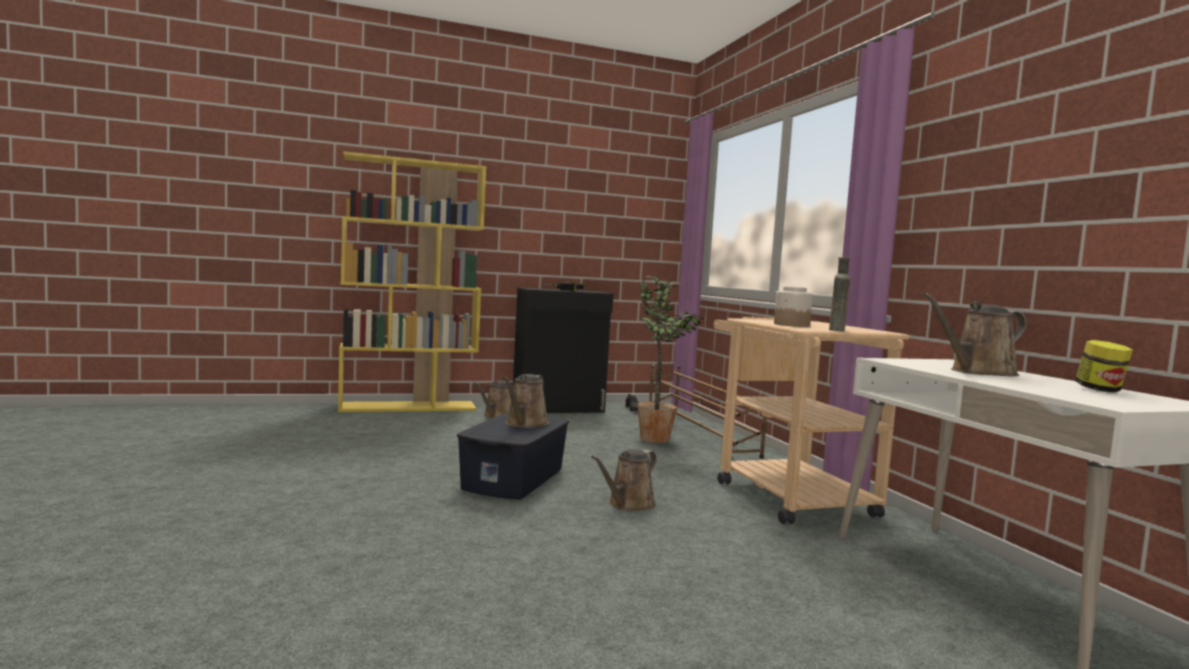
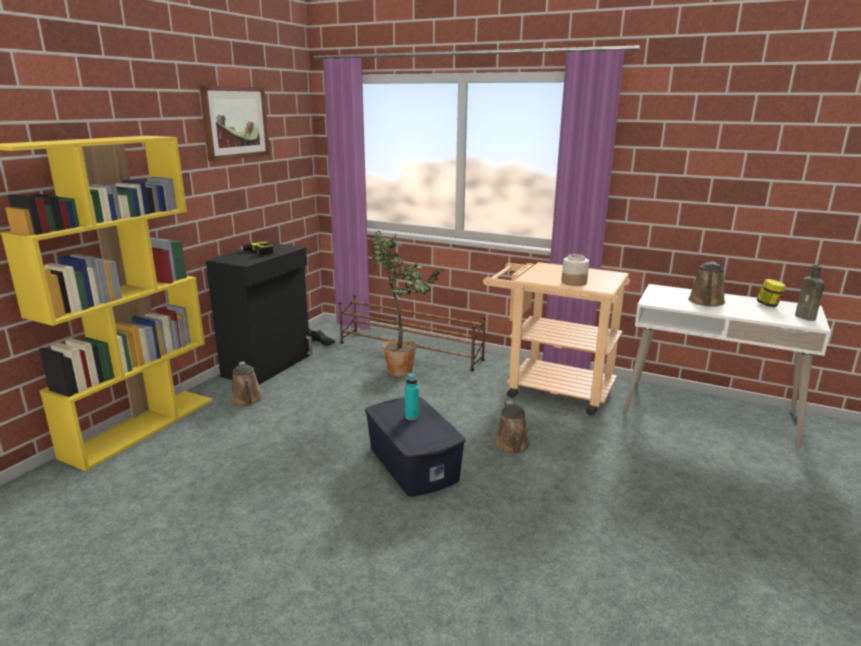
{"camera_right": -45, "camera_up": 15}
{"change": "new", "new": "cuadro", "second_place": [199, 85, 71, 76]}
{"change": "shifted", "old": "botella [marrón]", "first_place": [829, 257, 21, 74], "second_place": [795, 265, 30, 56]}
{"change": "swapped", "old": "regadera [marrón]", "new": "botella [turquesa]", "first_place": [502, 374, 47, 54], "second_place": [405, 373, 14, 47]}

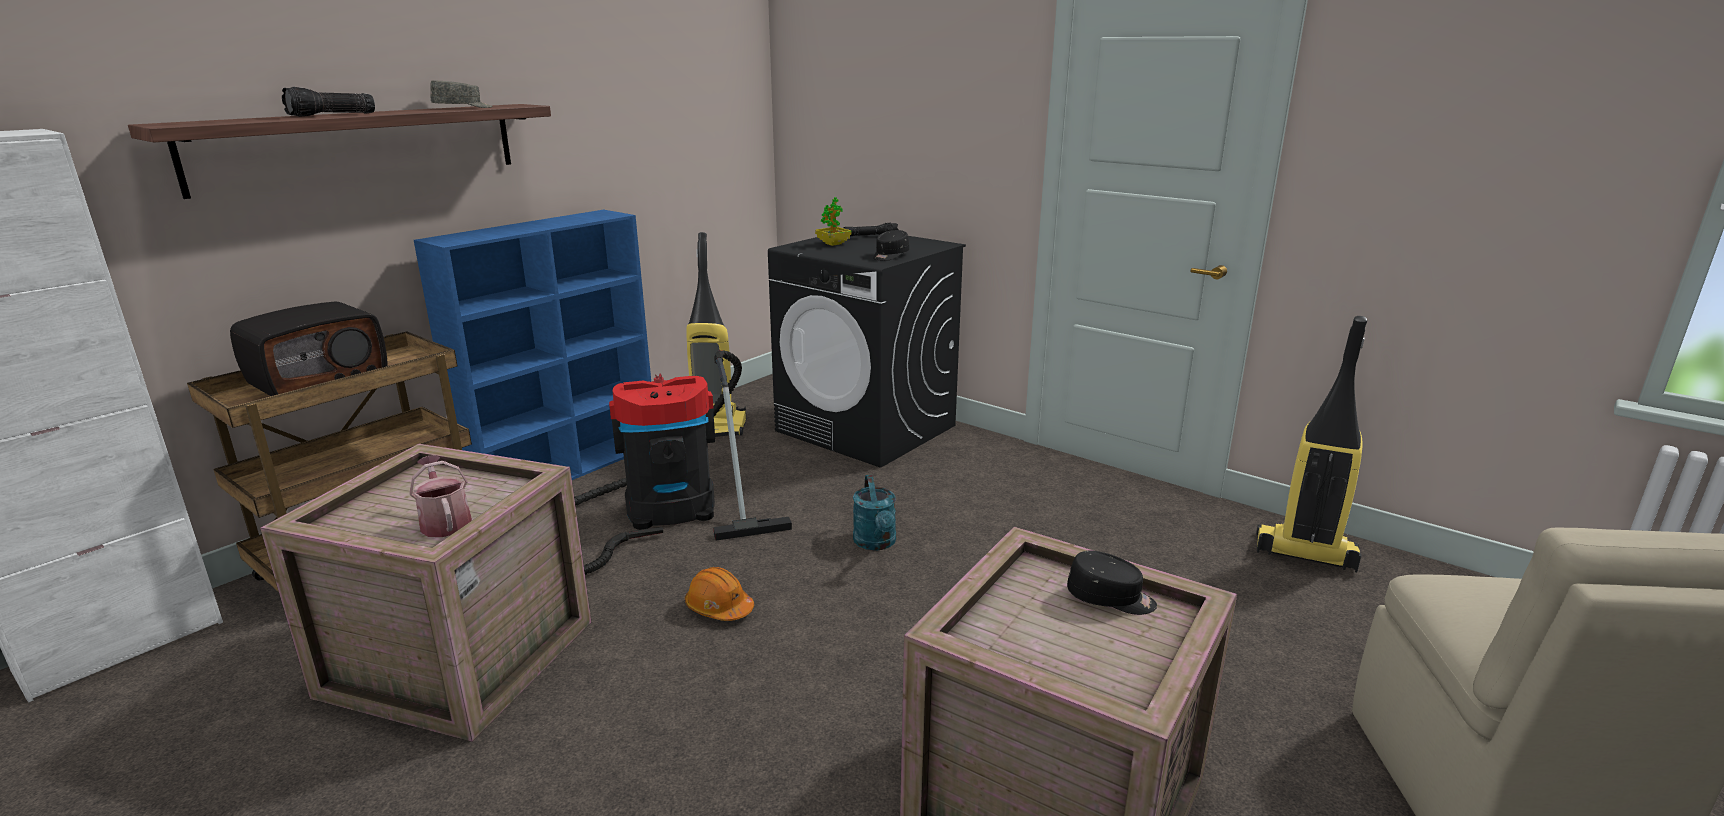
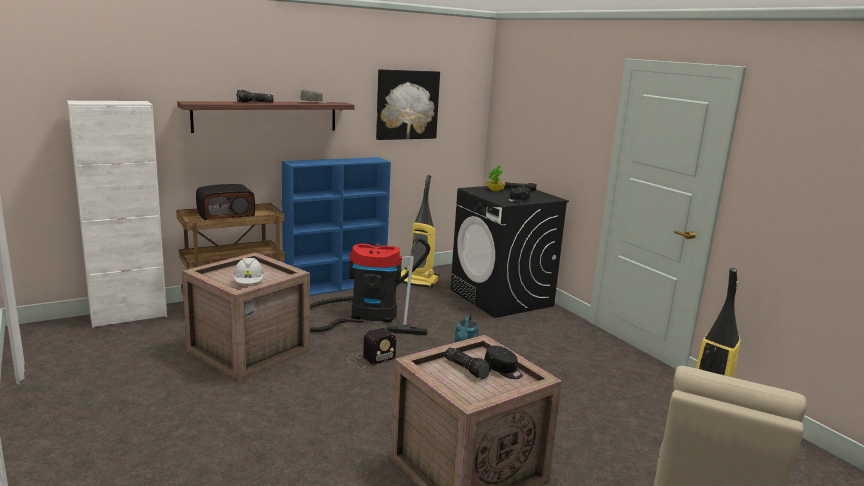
{"camera_right": 20, "camera_up": -5}
{"change": "new", "new": "cuadro", "second_place": [376, 69, 64, 71]}
{"change": "new", "new": "linterna", "second_place": [445, 347, 46, 32]}
{"change": "swapped", "old": "regadera", "new": "casco [blanco]", "first_place": [409, 455, 63, 82], "second_place": [233, 258, 32, 26]}
{"change": "swapped", "old": "casco [naranja]", "new": "radio", "first_place": [685, 567, 69, 54], "second_place": [347, 328, 49, 40]}

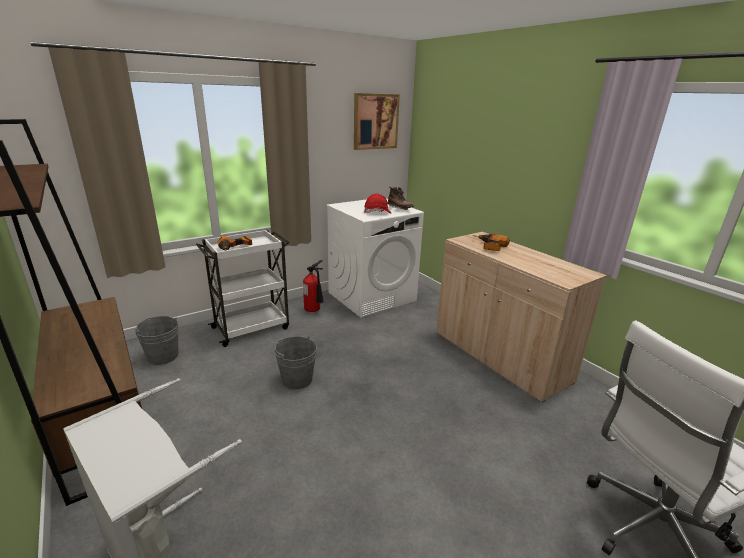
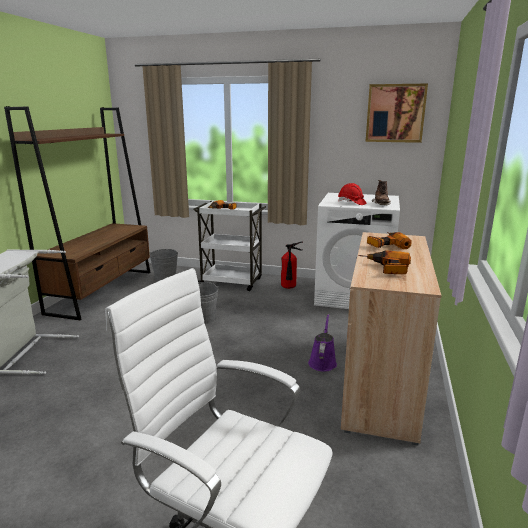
{"camera_right": 50, "camera_up": -5}
{"change": "new", "new": "regadera [morado]", "second_place": [308, 314, 29, 58]}
{"change": "new", "new": "taladro", "second_place": [358, 250, 53, 24]}

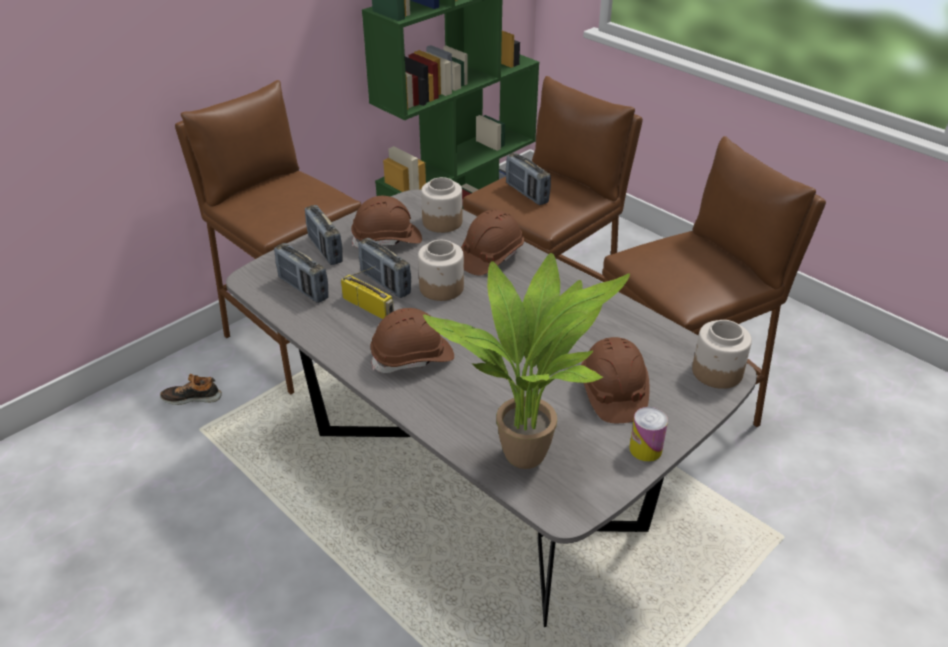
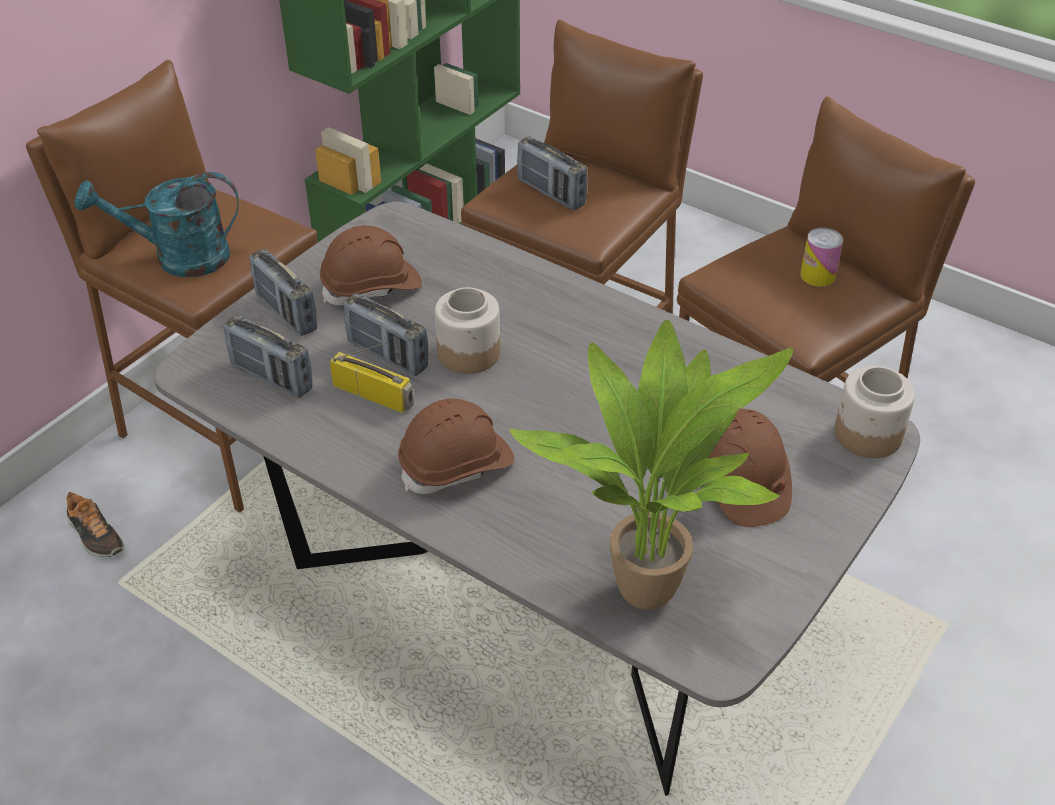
{"camera_right": -10, "camera_up": 5}
{"change": "gone", "old": "tarro", "first_place": [421, 177, 42, 56]}
{"change": "gone", "old": "casco [marrón]", "first_place": [461, 210, 63, 65]}
{"change": "new", "new": "regadera [turquesa]", "second_place": [74, 172, 165, 105]}
{"change": "shifted", "old": "lata", "first_place": [629, 407, 39, 55], "second_place": [800, 228, 43, 59]}
{"change": "rotated", "old": "zapato", "first_place": [160, 374, 62, 31], "second_place": [66, 492, 58, 65], "degrees": -120}

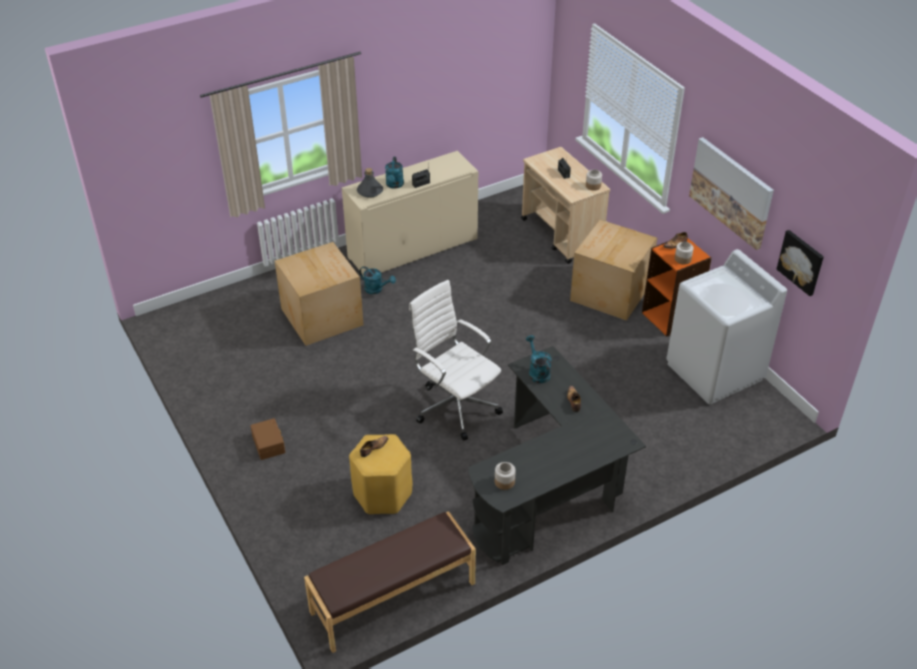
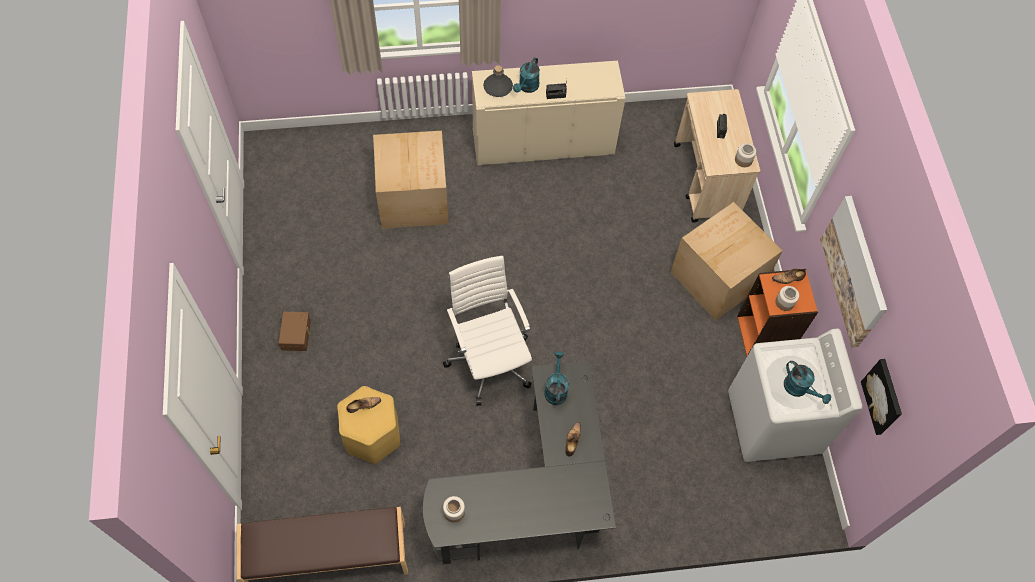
{"camera_right": 20, "camera_up": 20}
{"change": "shifted", "old": "regadera [turquesa]", "first_place": [360, 266, 36, 28], "second_place": [784, 361, 47, 43]}

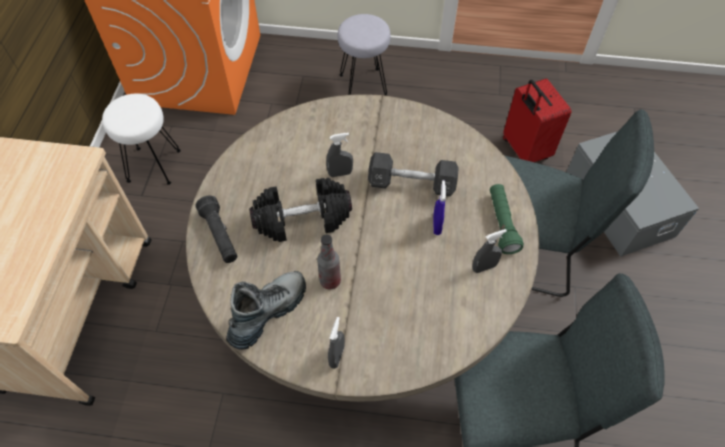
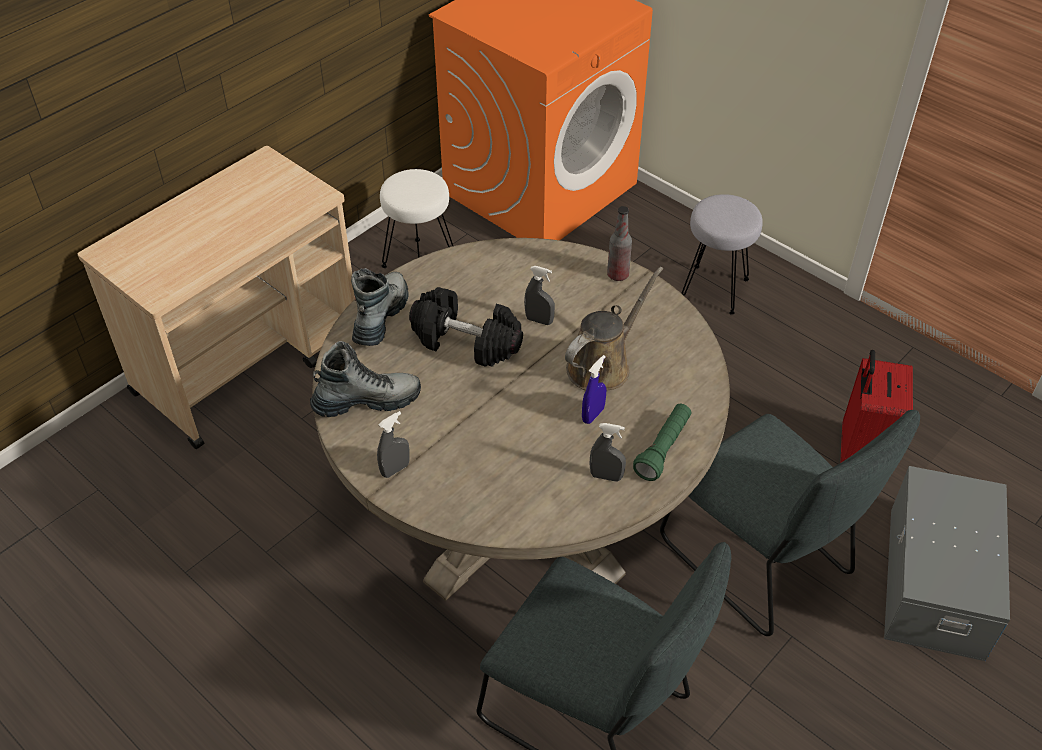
{"camera_right": 35, "camera_up": -10}
{"change": "shifted", "old": "botella", "first_place": [317, 234, 24, 55], "second_place": [607, 206, 25, 75]}
{"change": "swapped", "old": "linterna [negro]", "new": "bota", "first_place": [195, 196, 42, 67], "second_place": [351, 268, 58, 78]}
{"change": "swapped", "old": "mancuerna [negro]", "new": "regadera [marrón]", "first_place": [368, 152, 91, 44], "second_place": [565, 267, 98, 124]}

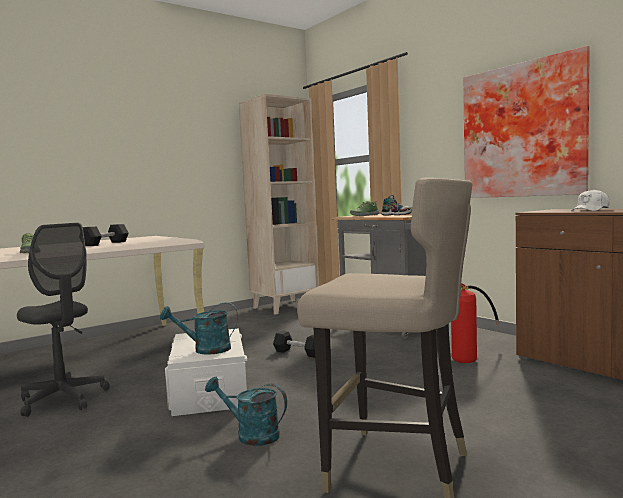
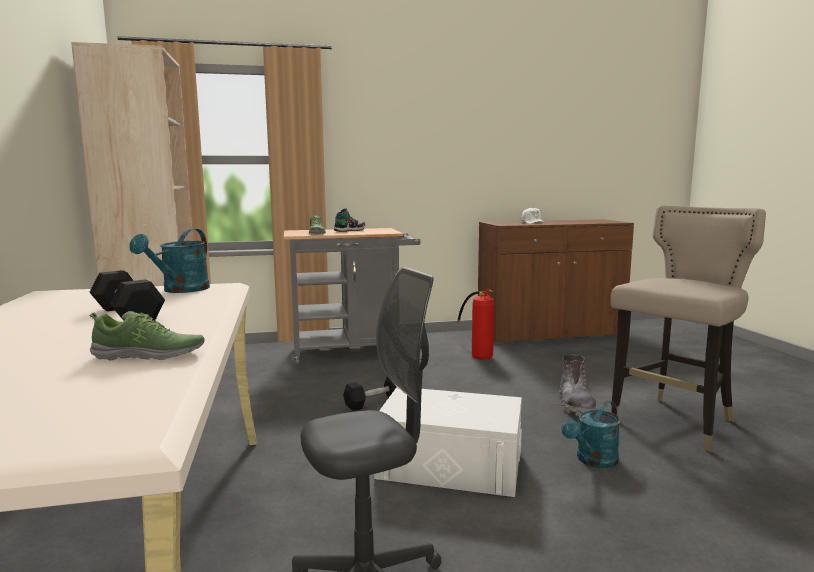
{"camera_right": -65, "camera_up": 5}
{"change": "gone", "old": "cuadro", "first_place": [463, 46, 127, 152]}
{"change": "new", "new": "bota [gris]", "second_place": [560, 355, 36, 61]}
{"change": "shifted", "old": "regadera [turquesa]", "first_place": [160, 302, 78, 53], "second_place": [129, 229, 81, 64]}

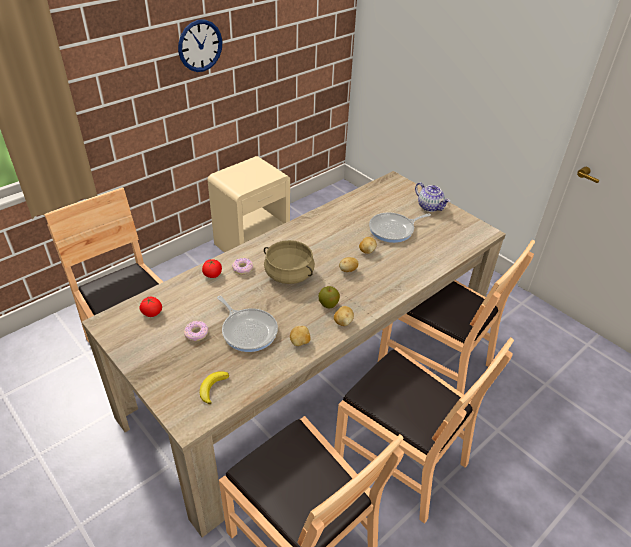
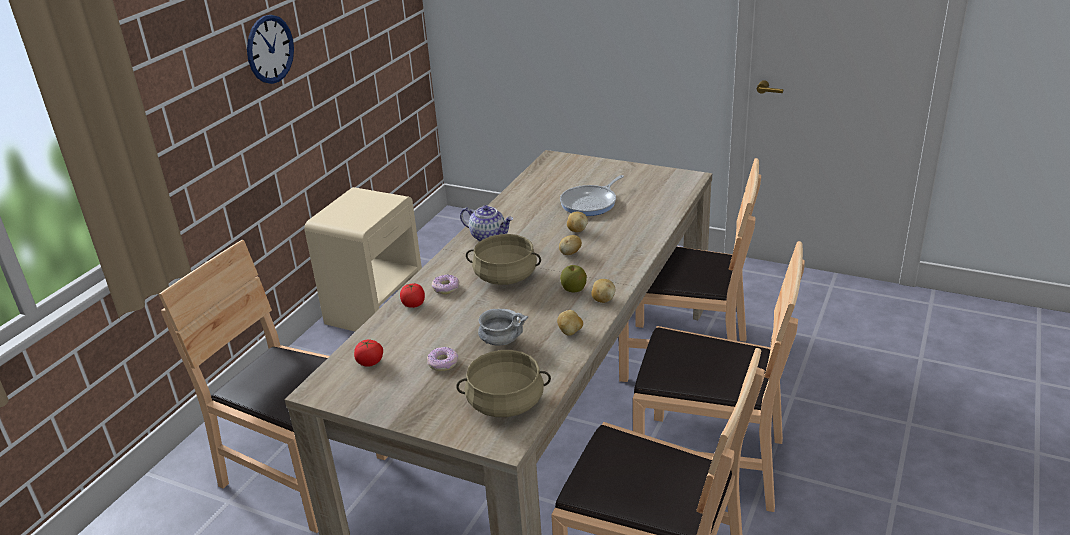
{"camera_right": -20, "camera_up": -10}
{"change": "shifted", "old": "tetera", "first_place": [415, 182, 35, 30], "second_place": [460, 205, 53, 36]}
{"change": "swapped", "old": "plátano", "new": "olla [beis]", "first_place": [200, 371, 29, 33], "second_place": [456, 350, 95, 67]}
{"change": "swapped", "old": "sartén", "new": "cuenco [gris]", "first_place": [217, 296, 61, 56], "second_place": [478, 309, 50, 37]}

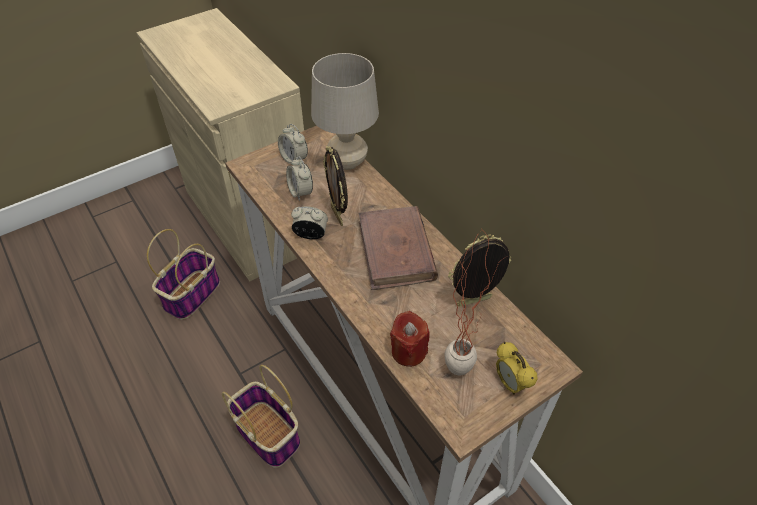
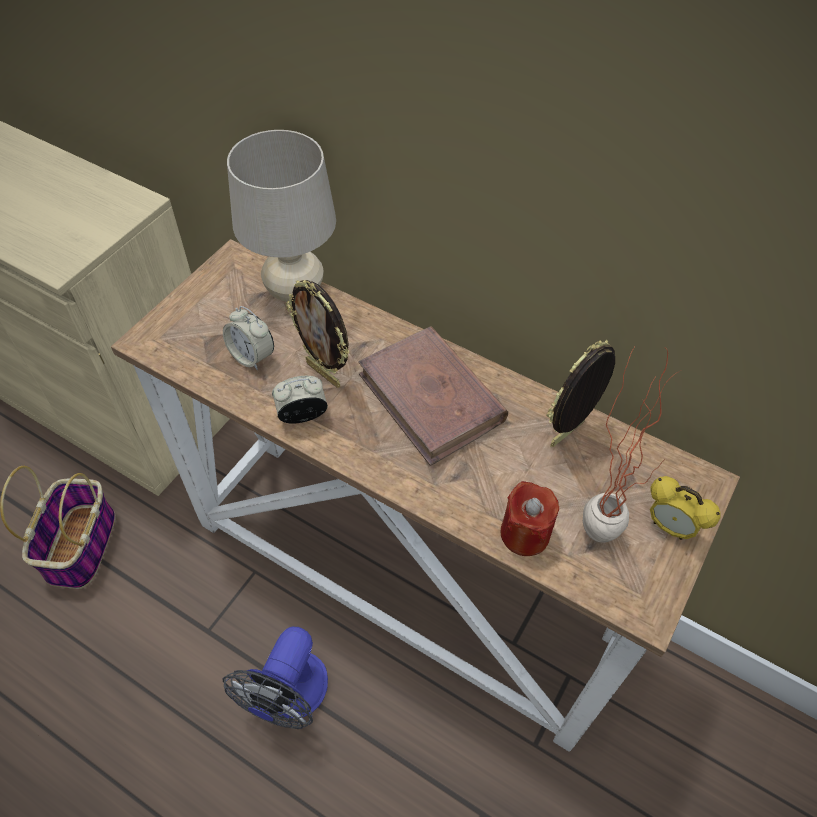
{"camera_right": -25, "camera_up": 5}
{"change": "gone", "old": "despertador", "first_place": [278, 124, 30, 40]}
{"change": "swapped", "old": "cesta", "new": "ventilador", "first_place": [222, 365, 78, 103], "second_place": [222, 627, 106, 102]}

